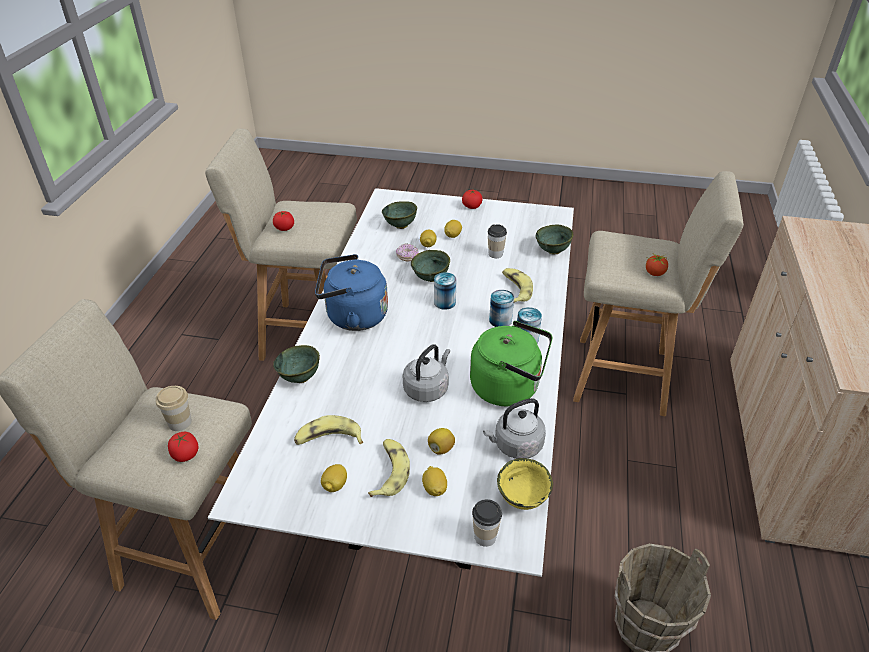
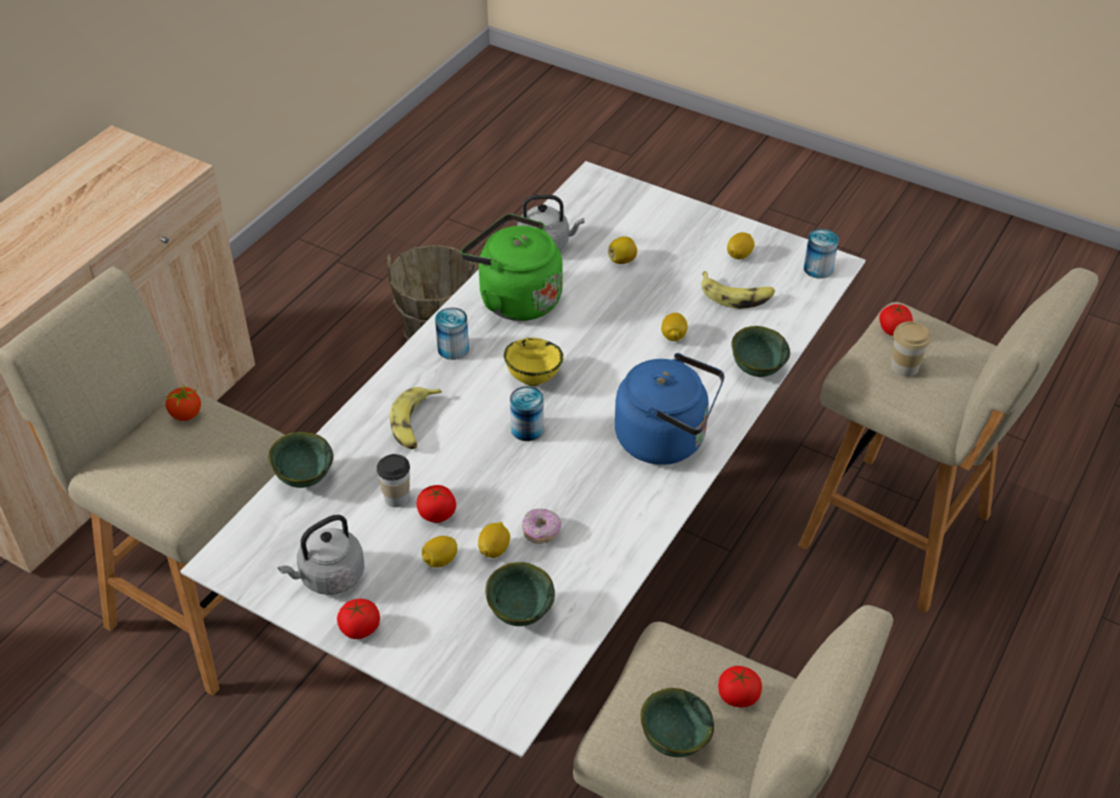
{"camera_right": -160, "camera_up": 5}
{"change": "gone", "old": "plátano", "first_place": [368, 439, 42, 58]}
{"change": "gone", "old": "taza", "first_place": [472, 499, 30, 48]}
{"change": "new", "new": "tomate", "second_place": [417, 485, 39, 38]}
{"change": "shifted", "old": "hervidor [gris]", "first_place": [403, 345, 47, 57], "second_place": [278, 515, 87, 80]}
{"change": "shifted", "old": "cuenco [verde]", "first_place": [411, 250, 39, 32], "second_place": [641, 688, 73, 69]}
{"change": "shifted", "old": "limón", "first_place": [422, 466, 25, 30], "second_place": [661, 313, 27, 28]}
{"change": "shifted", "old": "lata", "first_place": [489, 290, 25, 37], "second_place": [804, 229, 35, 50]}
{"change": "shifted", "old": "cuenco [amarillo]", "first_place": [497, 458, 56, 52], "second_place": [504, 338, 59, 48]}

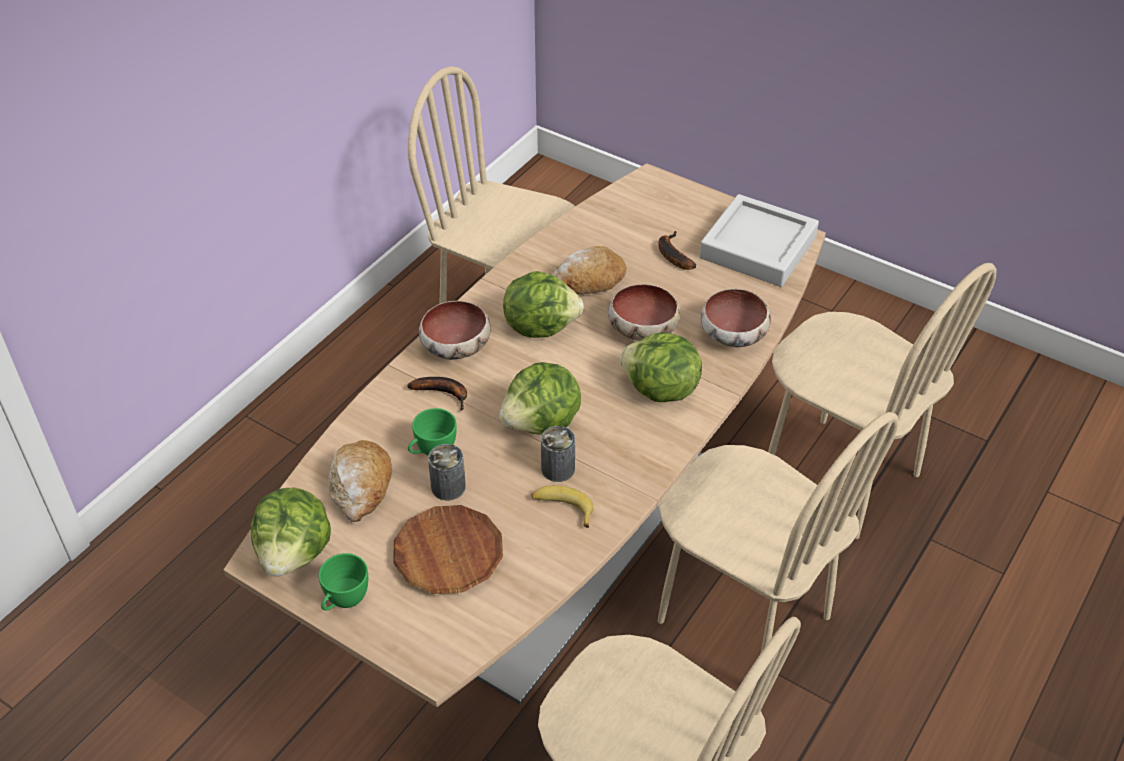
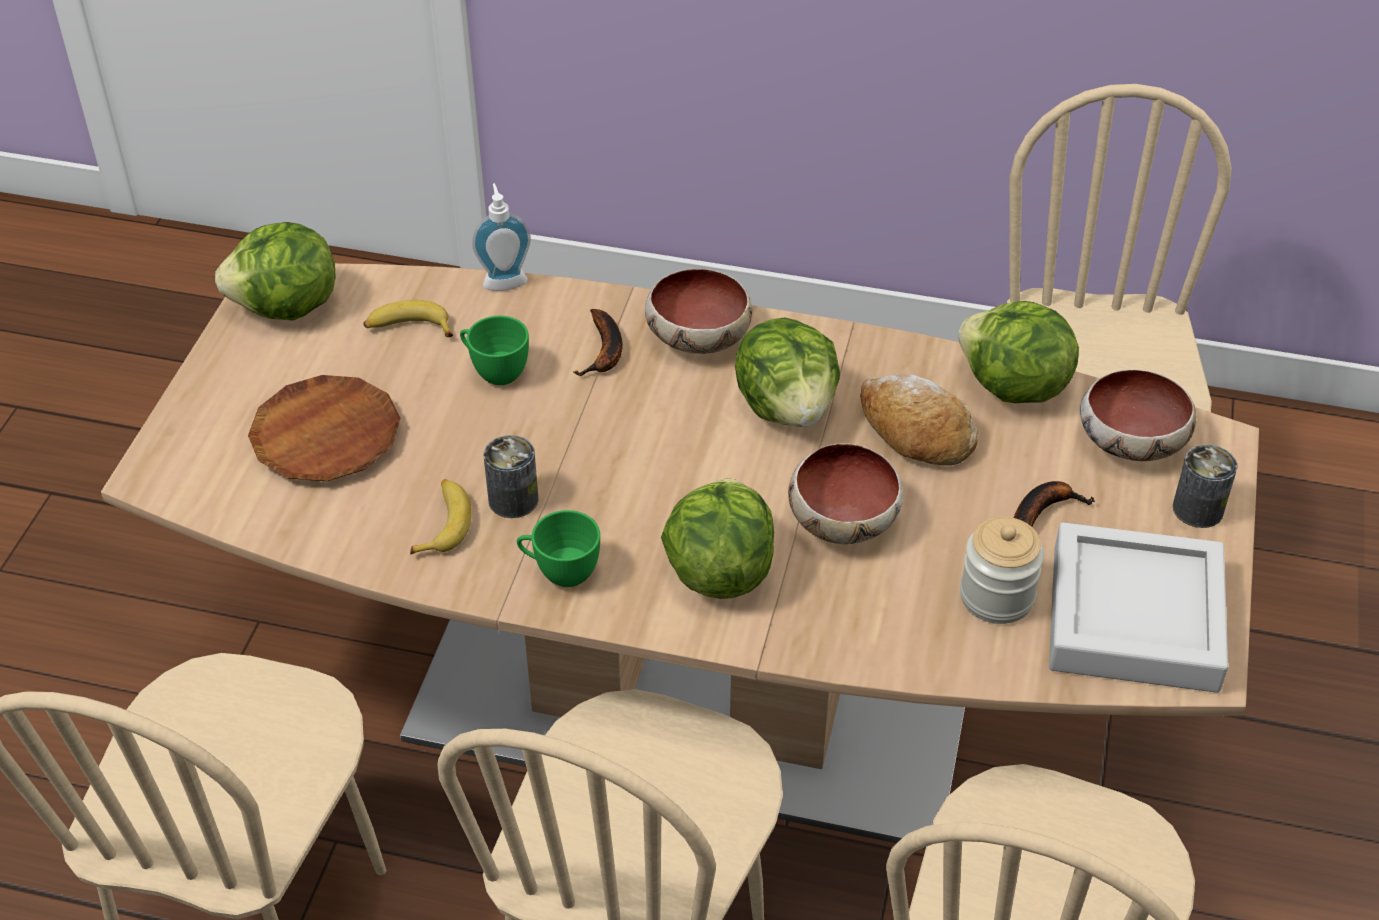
{"camera_right": 70, "camera_up": 0}
{"change": "new", "new": "dispensador de jabón", "second_place": [472, 183, 59, 108]}
{"change": "new", "new": "tarro", "second_place": [960, 517, 84, 107]}
{"change": "shifted", "old": "taza [verde]", "first_place": [318, 553, 50, 58], "second_place": [517, 510, 83, 77]}
{"change": "shifted", "old": "lata", "first_place": [428, 444, 38, 56], "second_place": [1173, 444, 65, 84]}
{"change": "shifted", "old": "lechuga", "first_place": [499, 362, 82, 73], "second_place": [958, 301, 121, 102]}
{"change": "shifted", "old": "cuenco", "first_place": [701, 289, 70, 58], "second_place": [1080, 370, 116, 91]}
{"change": "swapped", "old": "pan", "new": "plátano", "first_place": [329, 440, 63, 82], "second_place": [363, 300, 90, 37]}

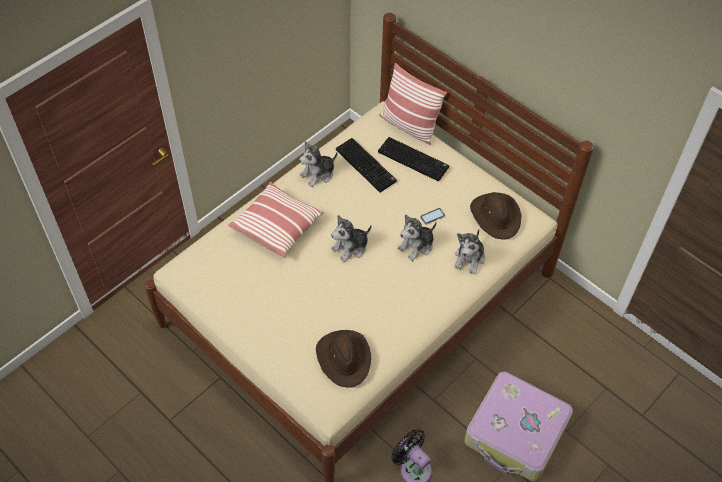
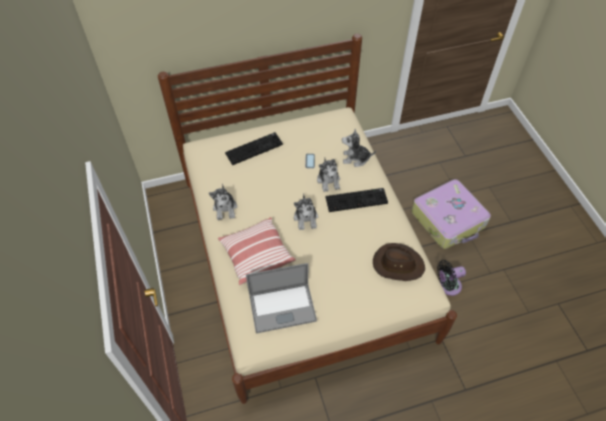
{"camera_right": -60, "camera_up": 0}
{"change": "gone", "old": "cojín", "first_place": [379, 63, 68, 82]}
{"change": "gone", "old": "sombrero [marrón]", "first_place": [470, 192, 51, 48]}
{"change": "new", "new": "portátil", "second_place": [246, 263, 71, 71]}
{"change": "shifted", "old": "teclado", "first_place": [336, 138, 61, 55], "second_place": [326, 188, 62, 24]}
{"change": "rotated", "old": "peluche", "first_place": [455, 229, 30, 45], "second_place": [342, 129, 34, 38], "degrees": 135}

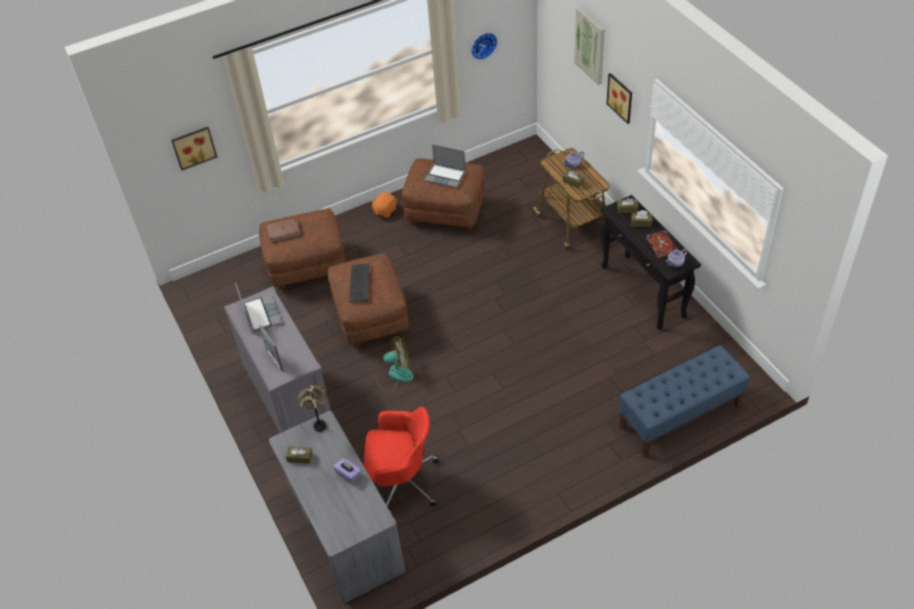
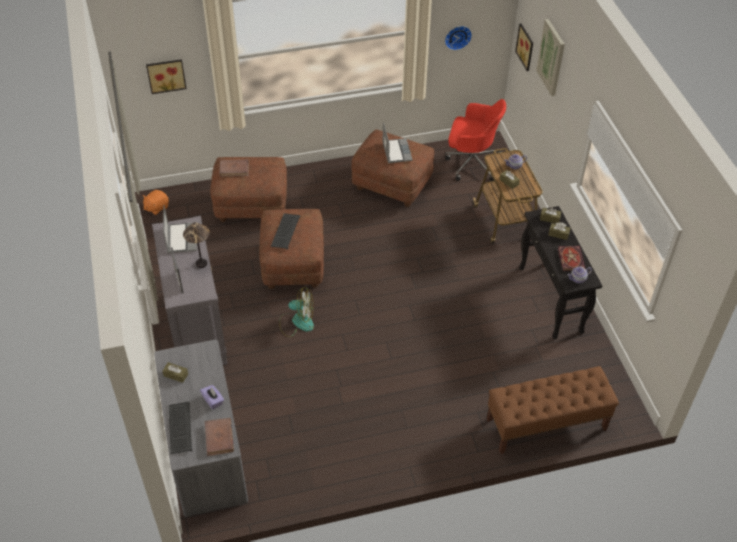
{"camera_right": 10, "camera_up": 0}
{"change": "new", "new": "teclado", "second_place": [169, 402, 23, 52]}
{"change": "new", "new": "libro [marrón]", "second_place": [205, 418, 29, 38]}
{"change": "shifted", "old": "lámpara de mesa", "first_place": [297, 385, 30, 47], "second_place": [183, 222, 27, 46]}
{"change": "shifted", "old": "silla de oficina [rojo]", "first_place": [364, 406, 75, 108], "second_place": [445, 99, 61, 82]}
{"change": "shifted", "old": "peluche [naranja]", "first_place": [371, 193, 26, 25], "second_place": [143, 190, 26, 25]}
{"change": "shifted", "old": "cuadro", "first_place": [607, 73, 25, 51], "second_place": [515, 23, 18, 48]}
{"change": "repainted", "old": "banco [azul]", "new": "banco [marrón]", "first_place": [619, 345, 131, 113], "second_place": [486, 366, 133, 88]}
{"change": "rotated", "old": "portátil", "first_place": [424, 144, 42, 44], "second_place": [382, 122, 31, 41], "degrees": -135}

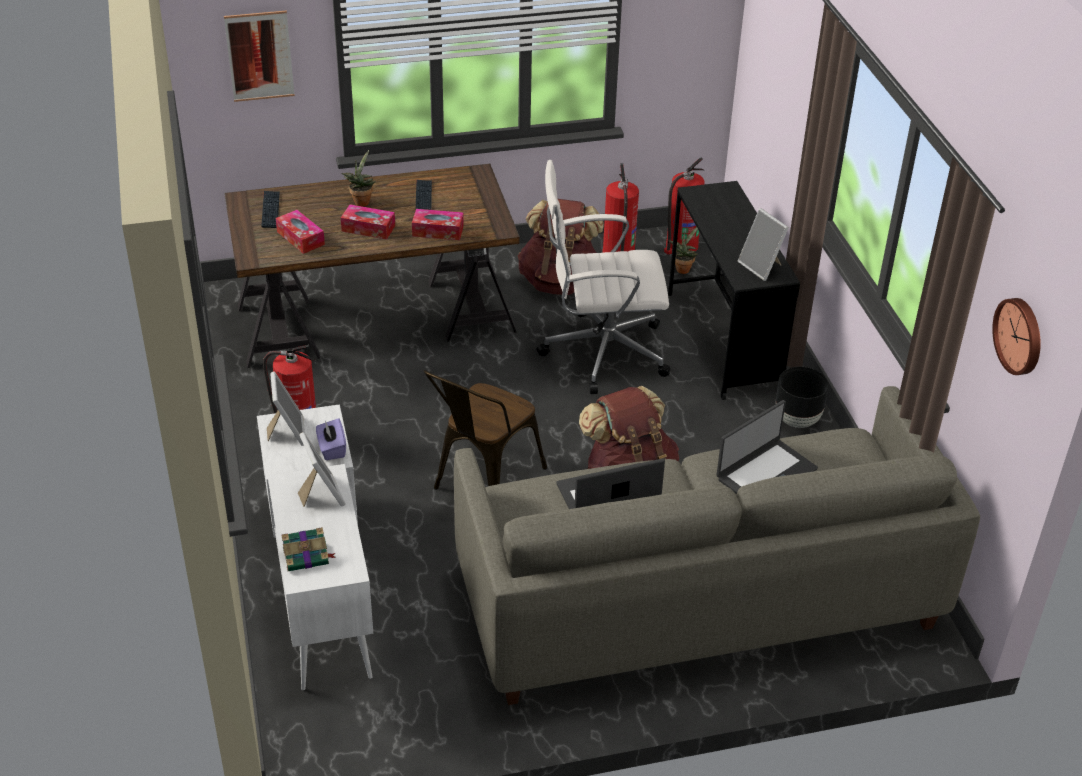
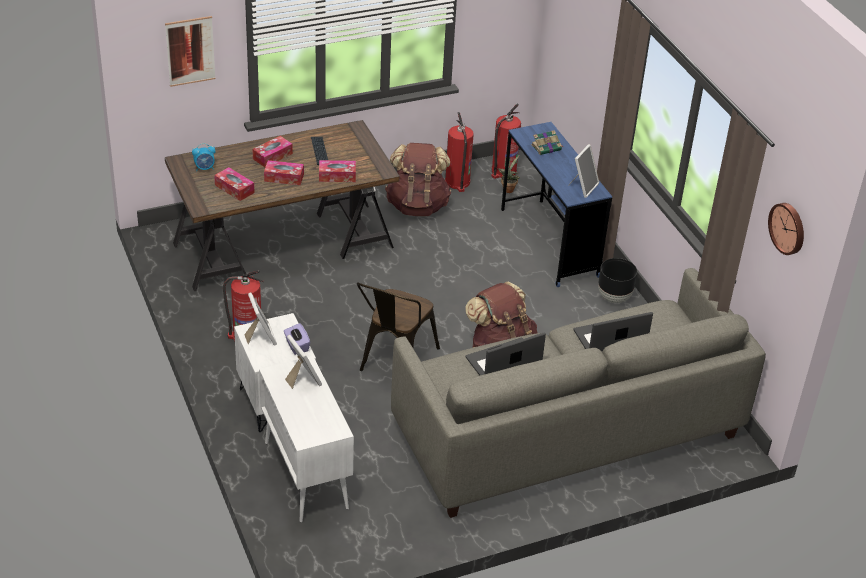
{"camera_right": -10, "camera_up": 0}
{"change": "gone", "old": "silla de oficina [blanco]", "first_place": [537, 160, 133, 234]}
{"change": "shifted", "old": "libro", "first_place": [281, 527, 54, 44], "second_place": [531, 130, 33, 25]}
{"change": "swapped", "old": "teclado", "new": "despertador", "first_place": [261, 191, 19, 37], "second_place": [192, 143, 24, 29]}
{"change": "swapped", "old": "planta en maceta", "new": "caja de pañuelos", "first_place": [341, 150, 35, 57], "second_place": [252, 136, 41, 31]}
{"change": "repainted", "old": "escritorio [negro]", "new": "escritorio [azul]", "first_place": [668, 181, 132, 219], "second_place": [501, 122, 111, 165]}
{"change": "rotated", "old": "portátil", "first_place": [716, 400, 102, 94], "second_place": [573, 312, 80, 39], "degrees": -150}
{"change": "rotated", "old": "portarretratos", "first_place": [738, 208, 51, 73], "second_place": [568, 144, 31, 54], "degrees": -105}

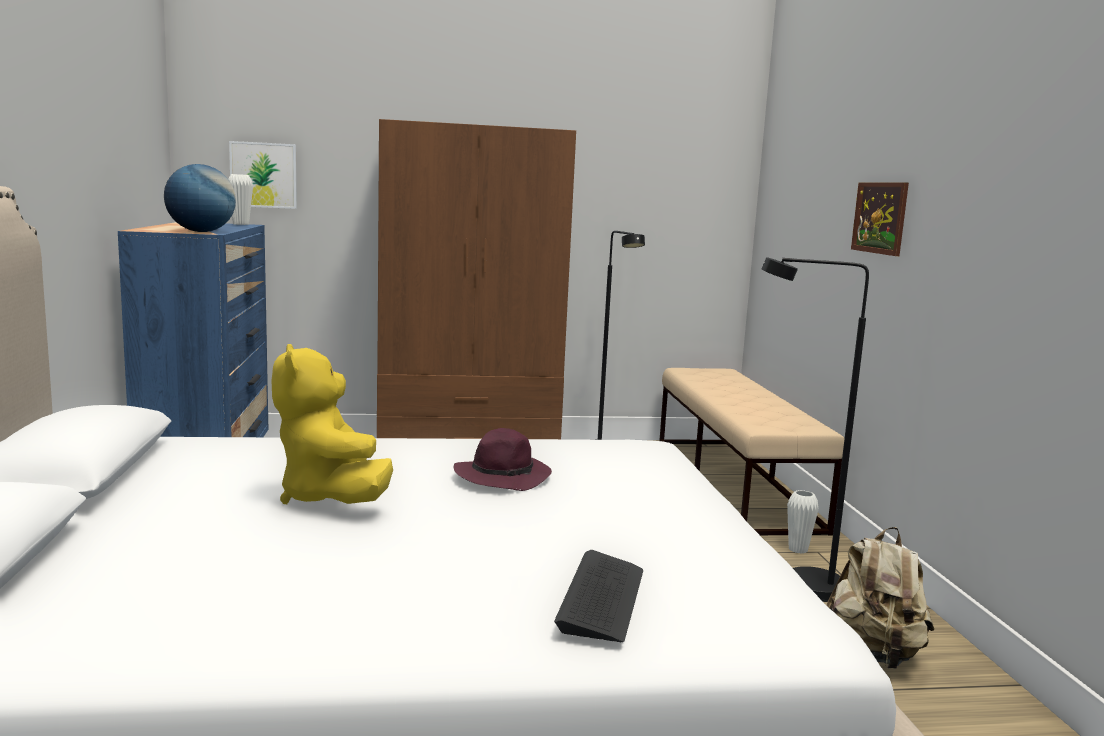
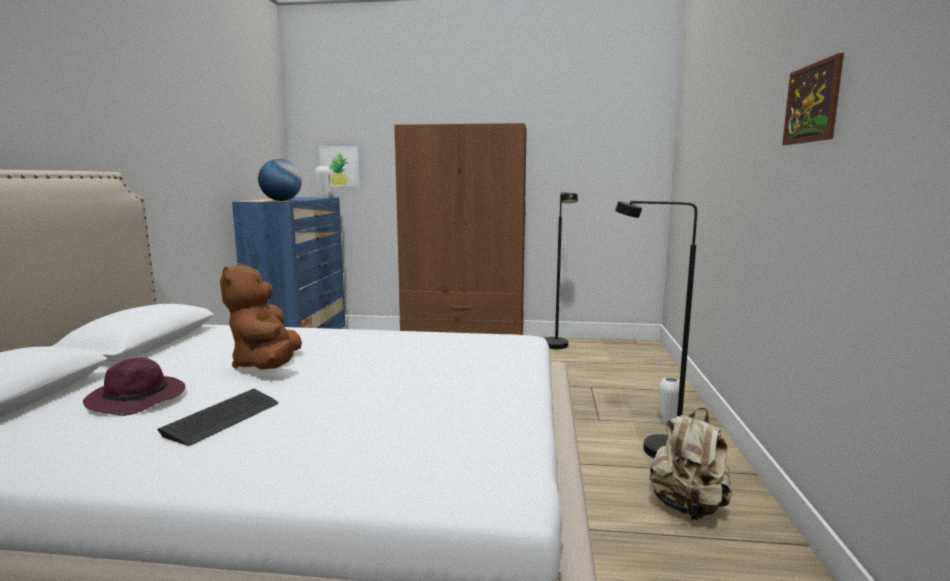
{"camera_right": 15, "camera_up": 0}
{"change": "gone", "old": "banco [beis]", "first_place": [659, 368, 185, 167]}
{"change": "shifted", "old": "sombrero [morado]", "first_place": [454, 428, 98, 63], "second_place": [83, 358, 102, 58]}
{"change": "shifted", "old": "teclado", "first_place": [554, 550, 89, 92], "second_place": [157, 389, 121, 57]}
{"change": "shifted", "old": "cuadro", "first_place": [851, 182, 58, 74], "second_place": [782, 53, 62, 92]}
{"change": "repainted", "old": "peluche [amarillo]", "new": "peluche [marrón]", "first_place": [272, 344, 121, 160], "second_place": [220, 263, 82, 107]}

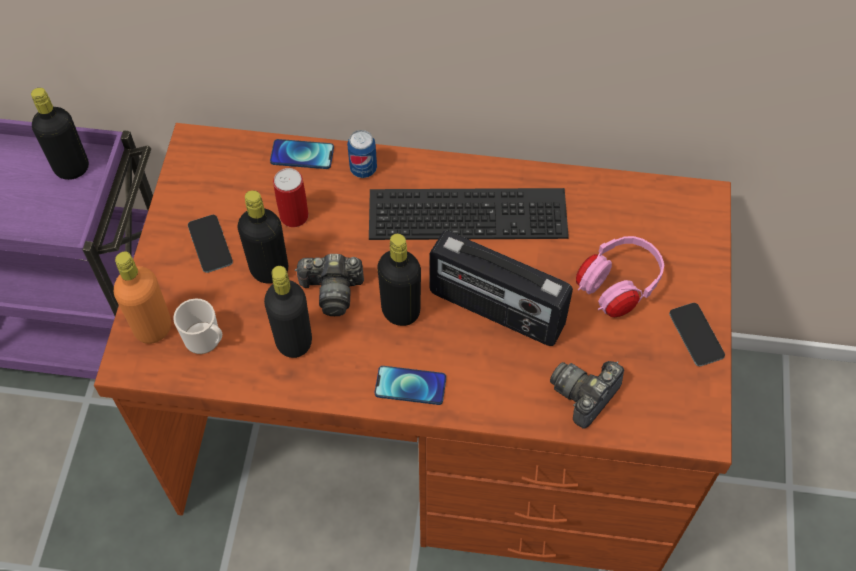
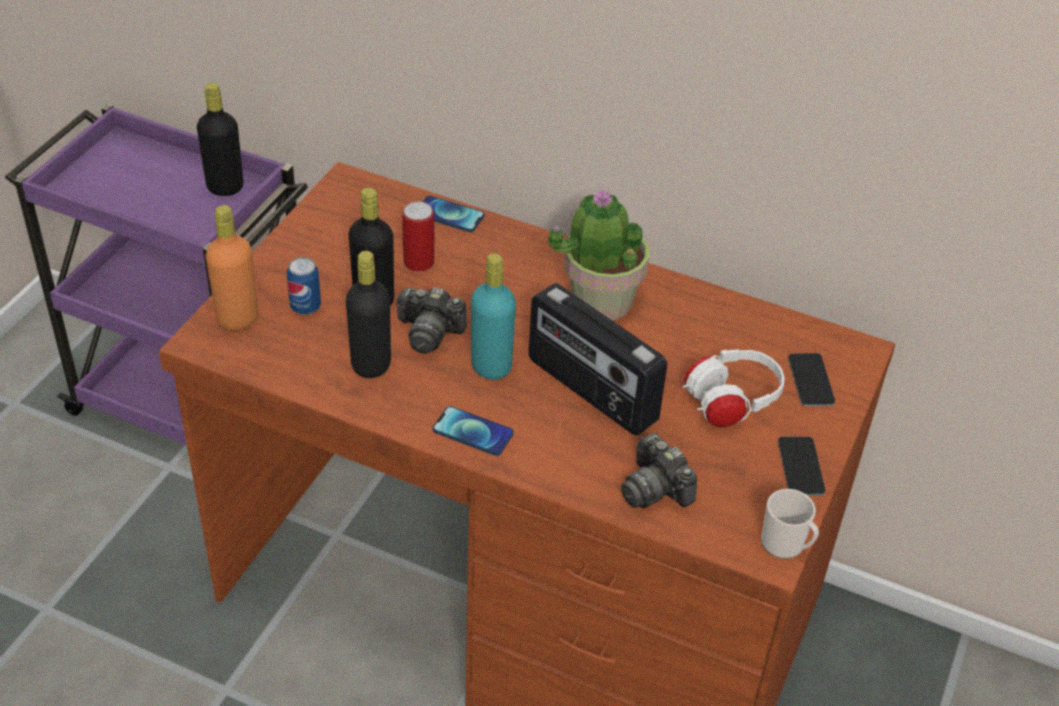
{"camera_right": 15, "camera_up": -15}
{"change": "shifted", "old": "taza grande", "first_place": [173, 298, 49, 56], "second_place": [761, 489, 58, 70]}
{"change": "shifted", "old": "móvil", "first_place": [188, 215, 45, 58], "second_place": [788, 353, 47, 53]}
{"change": "shifted", "old": "lata", "first_place": [347, 130, 30, 48], "second_place": [287, 257, 34, 58]}
{"change": "swapped", "old": "teclado", "new": "planta en maceta", "first_place": [369, 188, 200, 52], "second_place": [548, 189, 102, 131]}
{"change": "repainted", "old": "botella [negro]", "new": "botella [turquesa]", "first_place": [377, 234, 44, 92], "second_place": [471, 253, 45, 127]}
{"change": "repainted", "old": "auriculares [rosa]", "new": "auriculares [blanco]", "first_place": [576, 236, 88, 81], "second_place": [683, 349, 101, 78]}
{"change": "rotated", "old": "cámara", "first_place": [550, 361, 74, 68], "second_place": [621, 433, 76, 75], "degrees": -90}

